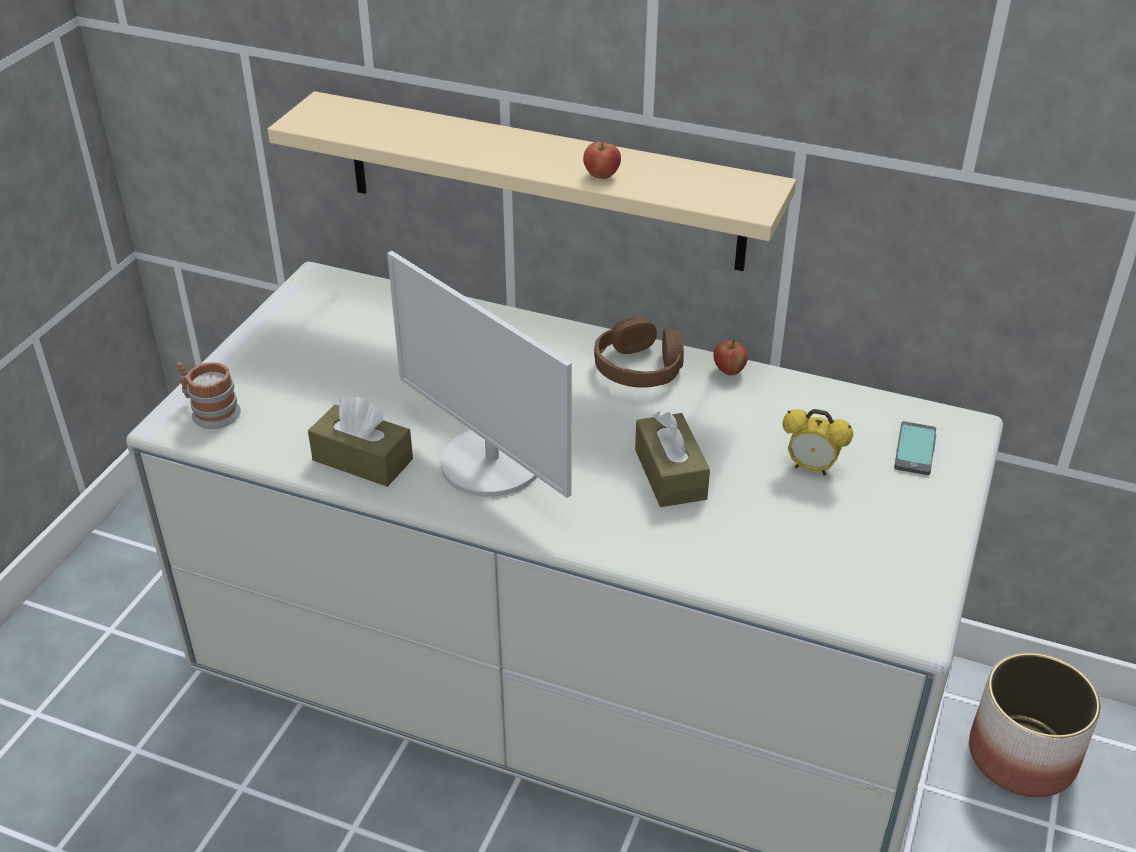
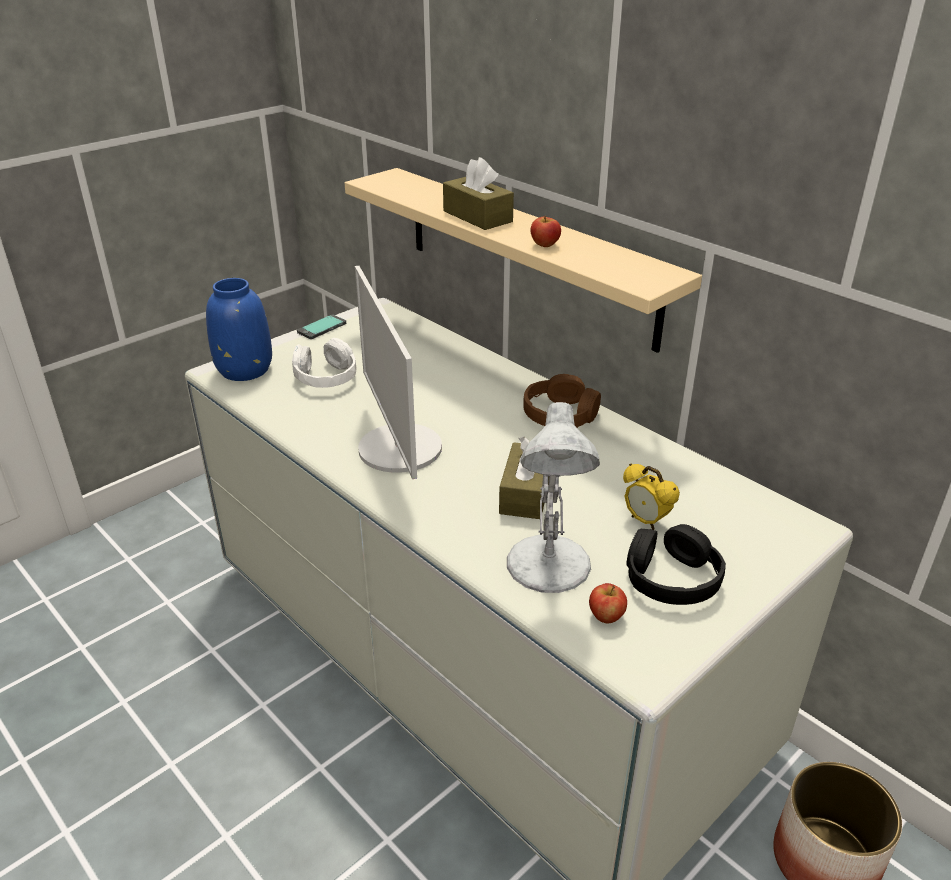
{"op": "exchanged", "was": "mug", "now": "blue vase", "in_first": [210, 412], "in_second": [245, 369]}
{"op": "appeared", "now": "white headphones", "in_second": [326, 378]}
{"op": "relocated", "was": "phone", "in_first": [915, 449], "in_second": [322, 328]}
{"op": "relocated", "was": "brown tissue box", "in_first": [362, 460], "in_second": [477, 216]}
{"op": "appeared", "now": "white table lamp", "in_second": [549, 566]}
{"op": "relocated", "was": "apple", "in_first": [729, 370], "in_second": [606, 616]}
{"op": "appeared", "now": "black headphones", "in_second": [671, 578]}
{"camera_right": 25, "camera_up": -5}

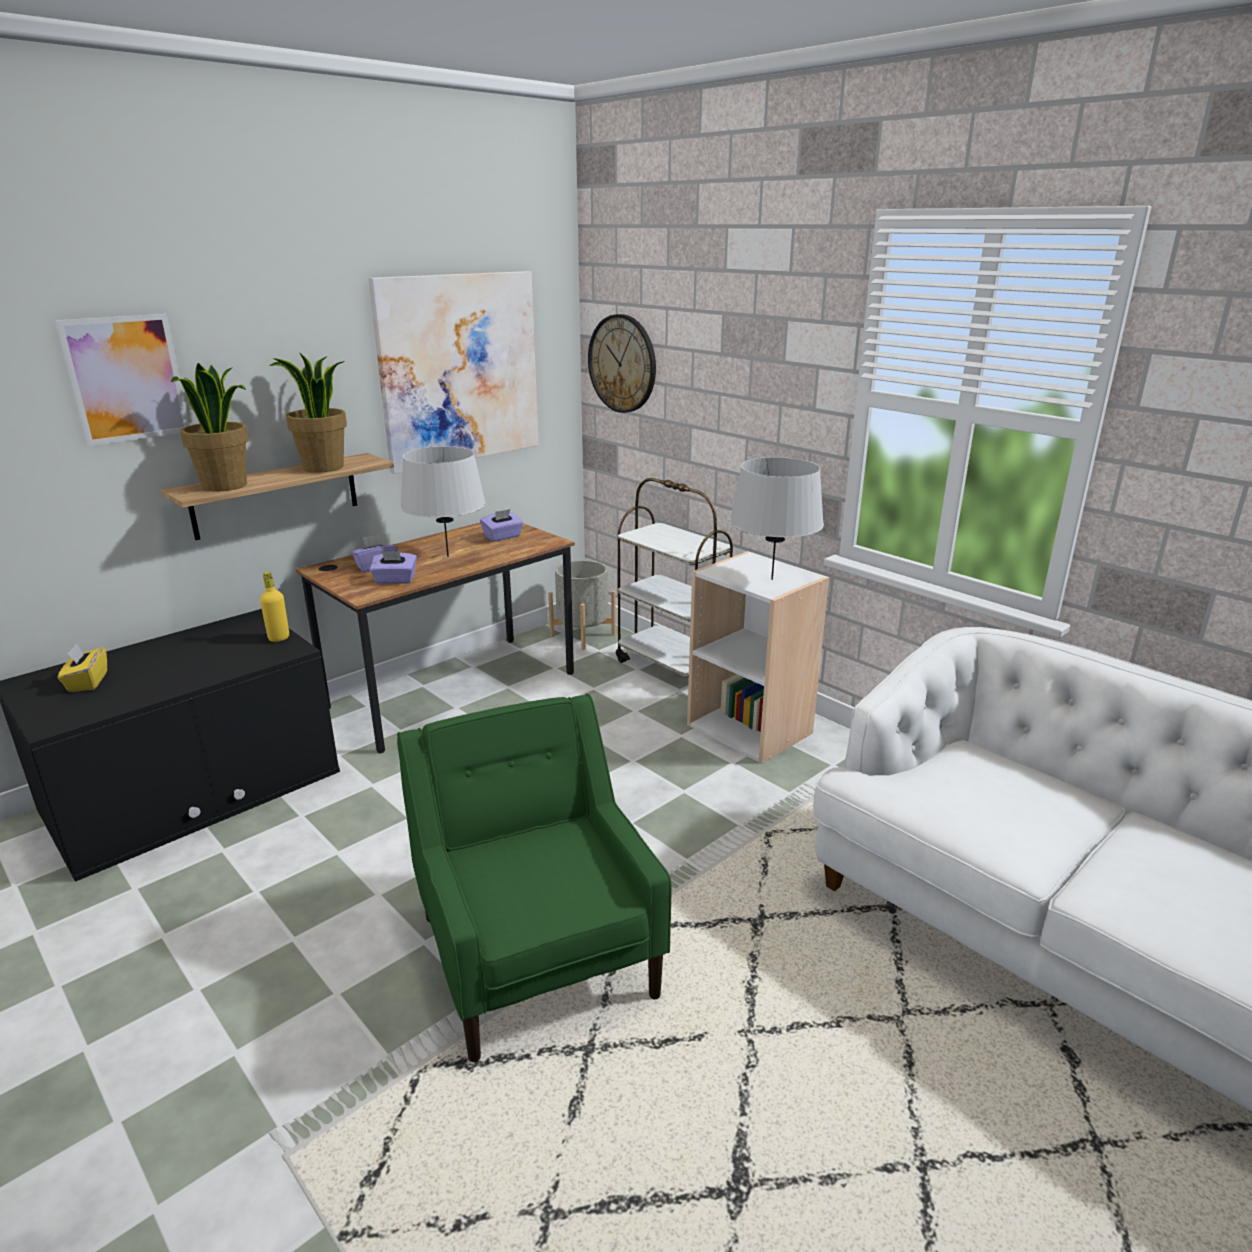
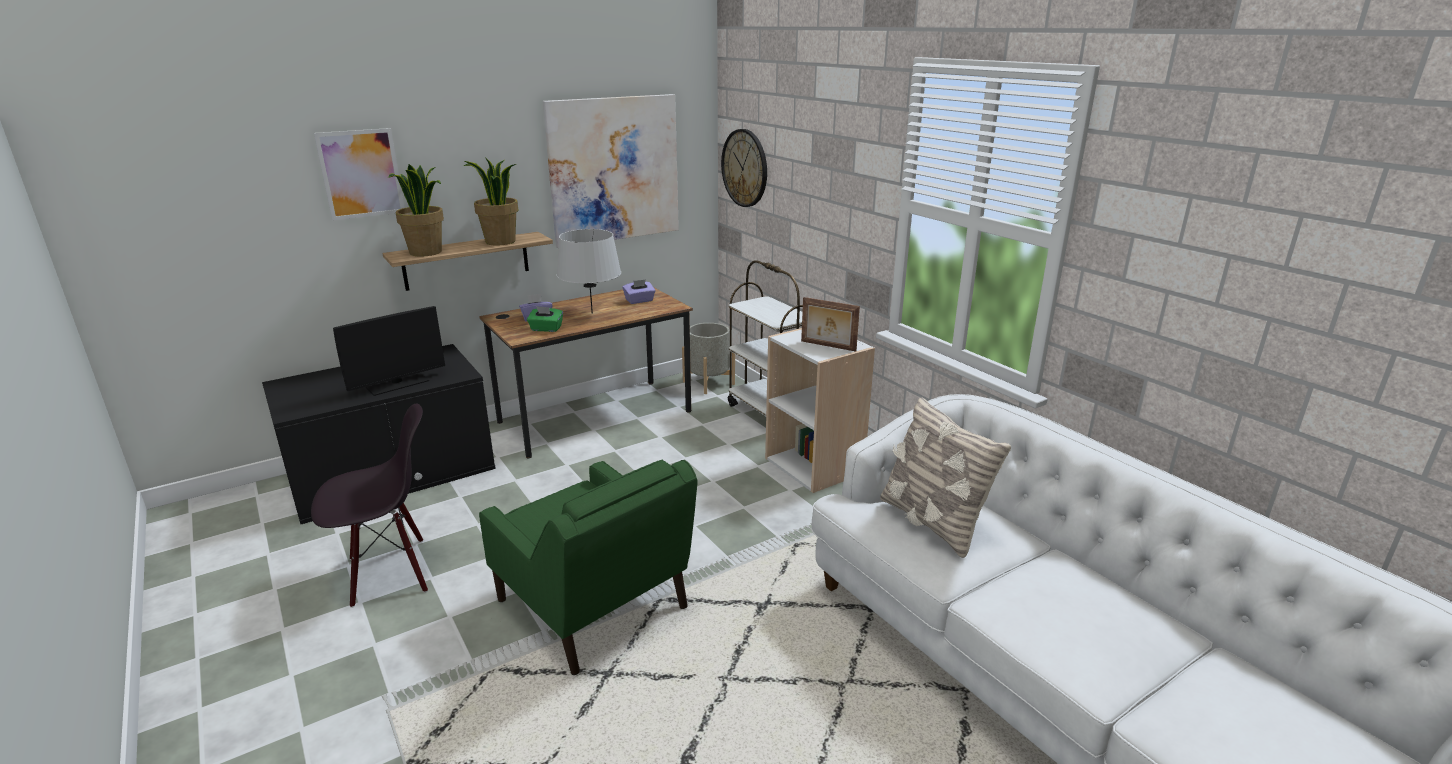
{"op": "appeared", "now": "black chair", "in_second": [389, 573]}
{"op": "appeared", "now": "monitor", "in_second": [397, 384]}
{"op": "spun", "was": "green armchair", "in_first": [536, 952], "in_second": [594, 606], "clockwise": 150}
{"op": "colour", "was": "purple tissue box", "now": "green tissue box", "in_first": [395, 580], "in_second": [546, 329]}
{"op": "exchanged", "was": "grey table lamp", "now": "picture frame", "in_first": [772, 579], "in_second": [828, 346]}
{"op": "appeared", "now": "beige pillow", "in_second": [931, 523]}
{"op": "missing", "was": "yellow tissue box", "in_first": [87, 682]}
{"op": "missing", "was": "yellow bottle", "in_first": [279, 638]}
{"camera_right": 10, "camera_up": 0}

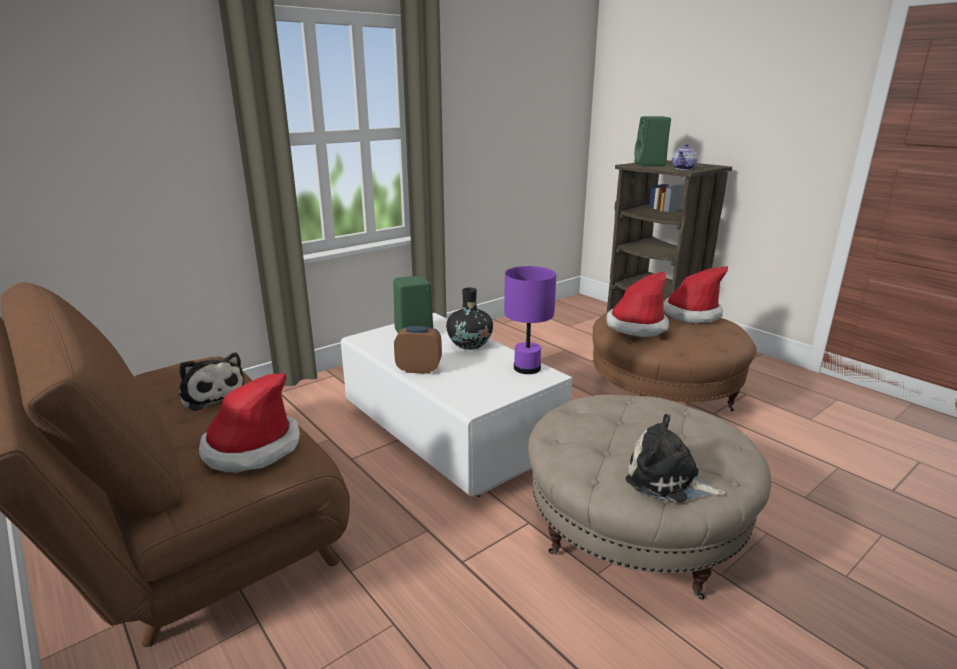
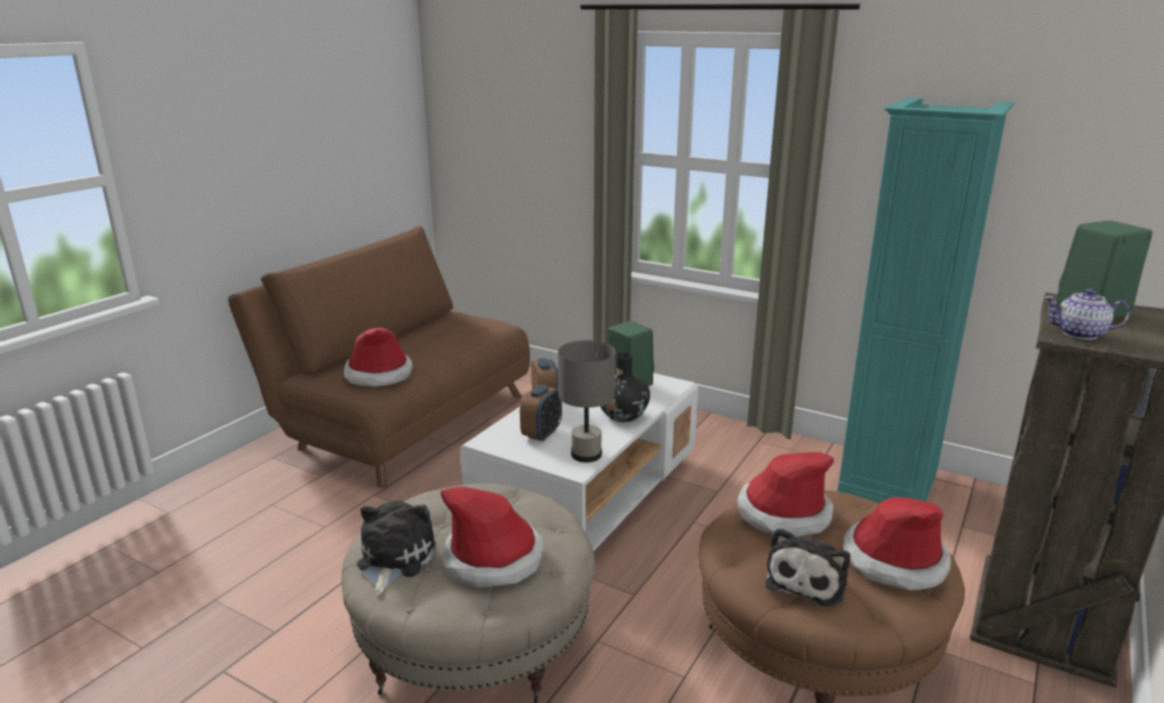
{"op": "appeared", "now": "hat", "in_second": [493, 559]}
{"op": "appeared", "now": "alarm clock", "in_second": [542, 433]}
{"op": "colour", "was": "purple table lamp", "now": "grey table lamp", "in_first": [527, 368], "in_second": [585, 455]}
{"op": "relocated", "was": "plush toy", "in_first": [211, 394], "in_second": [807, 580]}
{"op": "appeared", "now": "turquoise cabinet", "in_second": [888, 485]}
{"camera_right": 70, "camera_up": 0}

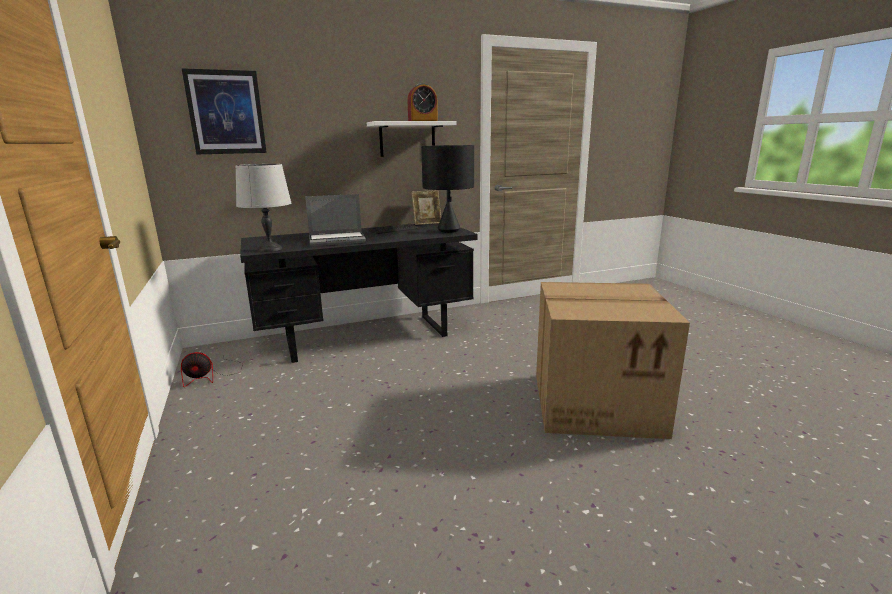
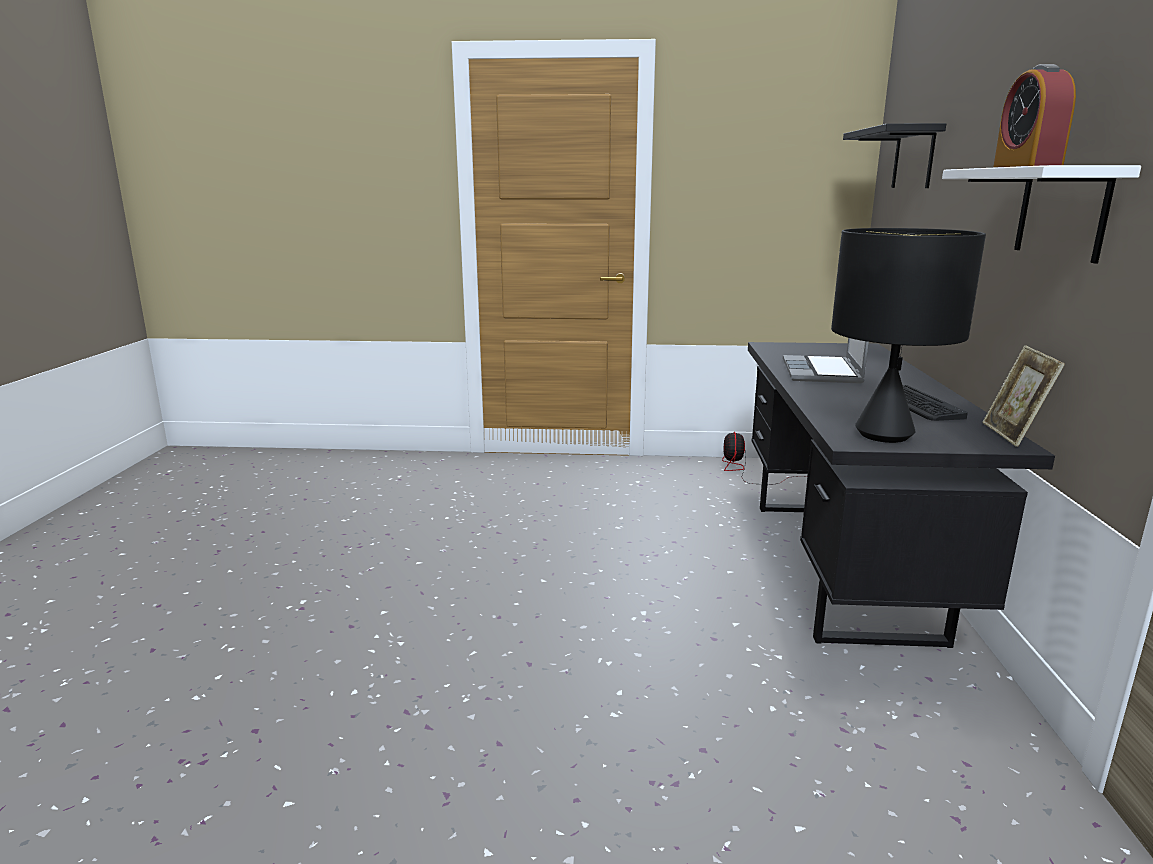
{"op": "exchanged", "was": "picture", "now": "black shelf", "in_first": [226, 112], "in_second": [913, 158]}
{"op": "missing", "was": "grey table lamp", "in_first": [269, 249]}
{"op": "missing", "was": "cardboard box", "in_first": [597, 402]}
{"camera_right": 115, "camera_up": 0}

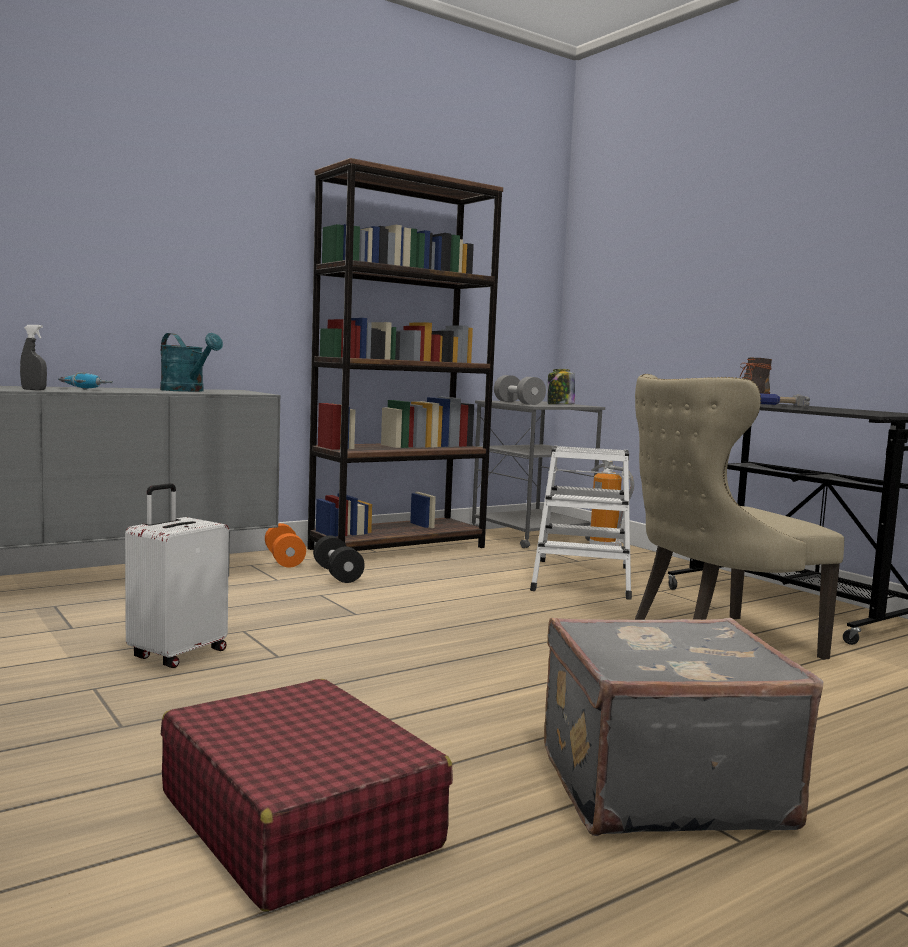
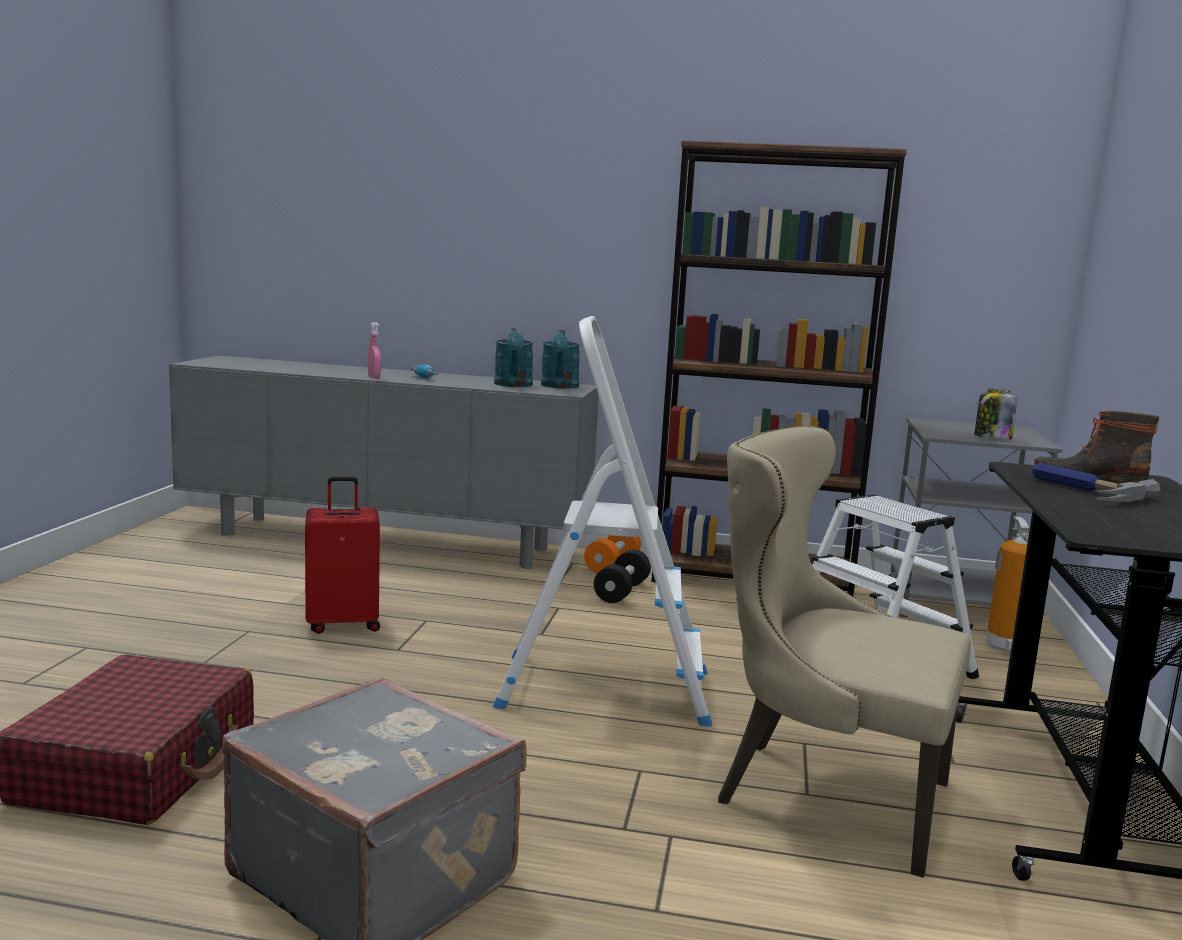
{"op": "colour", "was": "white suitcase", "now": "red suitcase", "in_first": [177, 654], "in_second": [343, 624]}
{"op": "colour", "was": "grey spray bottle", "now": "pink spray bottle", "in_first": [33, 389], "in_second": [374, 377]}
{"op": "appeared", "now": "white step ladder", "in_second": [608, 689]}
{"op": "appeared", "now": "turquoise watering can", "in_second": [560, 386]}
{"op": "missing", "was": "grey dumbbell", "in_first": [518, 403]}
{"camera_right": 45, "camera_up": 5}

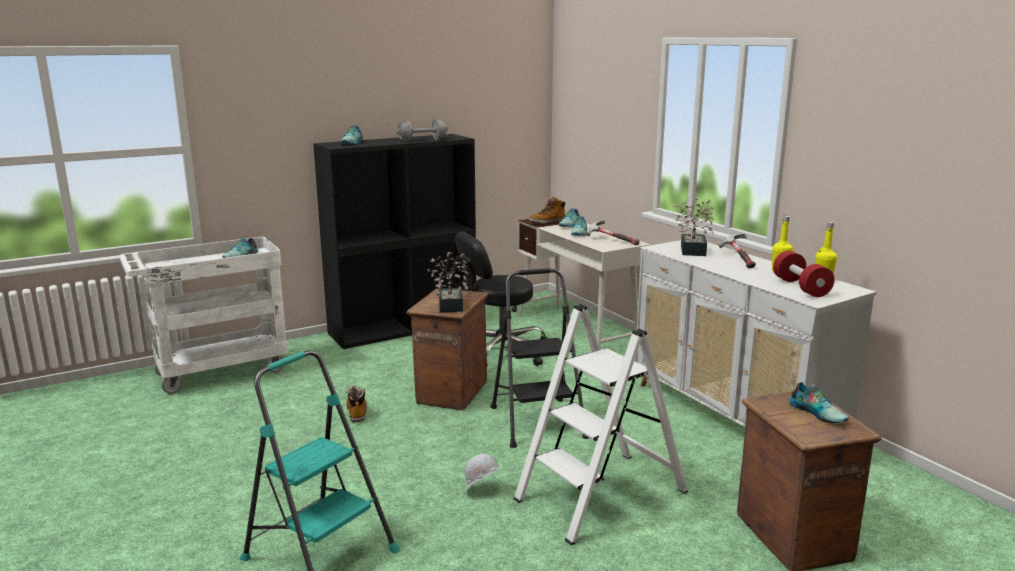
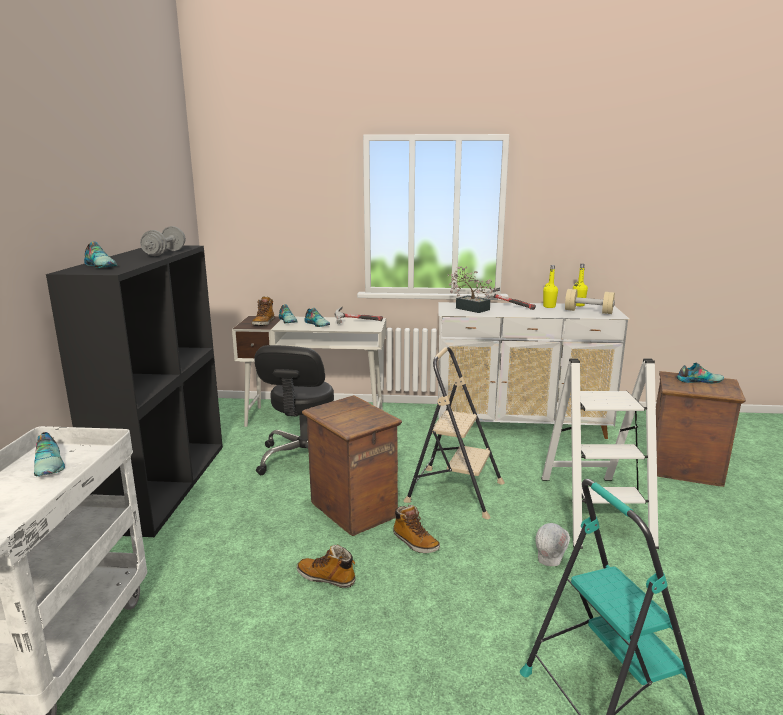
{"op": "appeared", "now": "boot", "in_second": [415, 543]}
{"op": "colour", "was": "black step ladder", "now": "beige step ladder", "in_first": [537, 419], "in_second": [452, 490]}
{"op": "colour", "was": "red dumbbell", "now": "beige dumbbell", "in_first": [801, 287], "in_second": [588, 311]}
{"op": "missing", "was": "potted plant", "in_first": [451, 304]}
{"camera_right": -55, "camera_up": 0}

